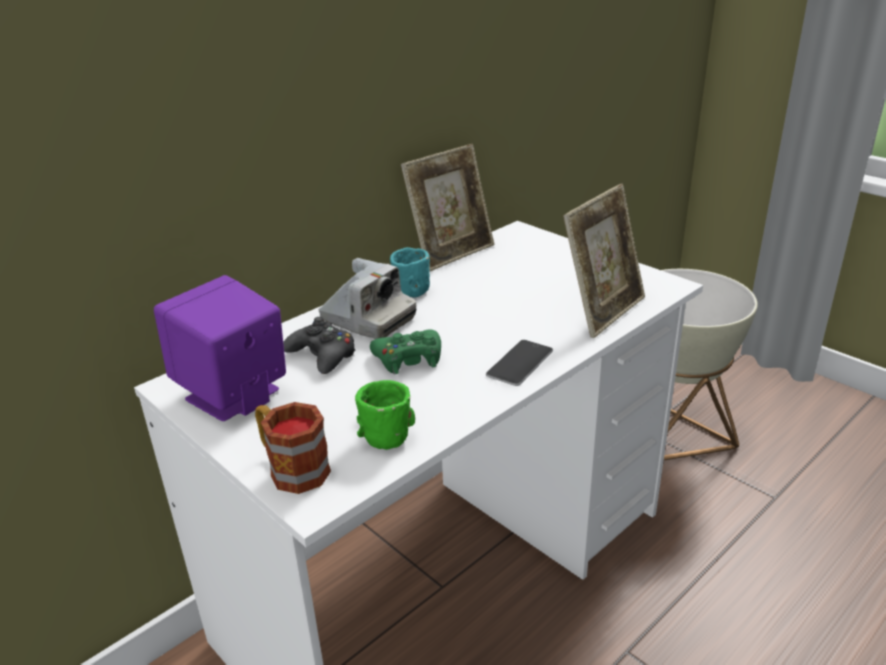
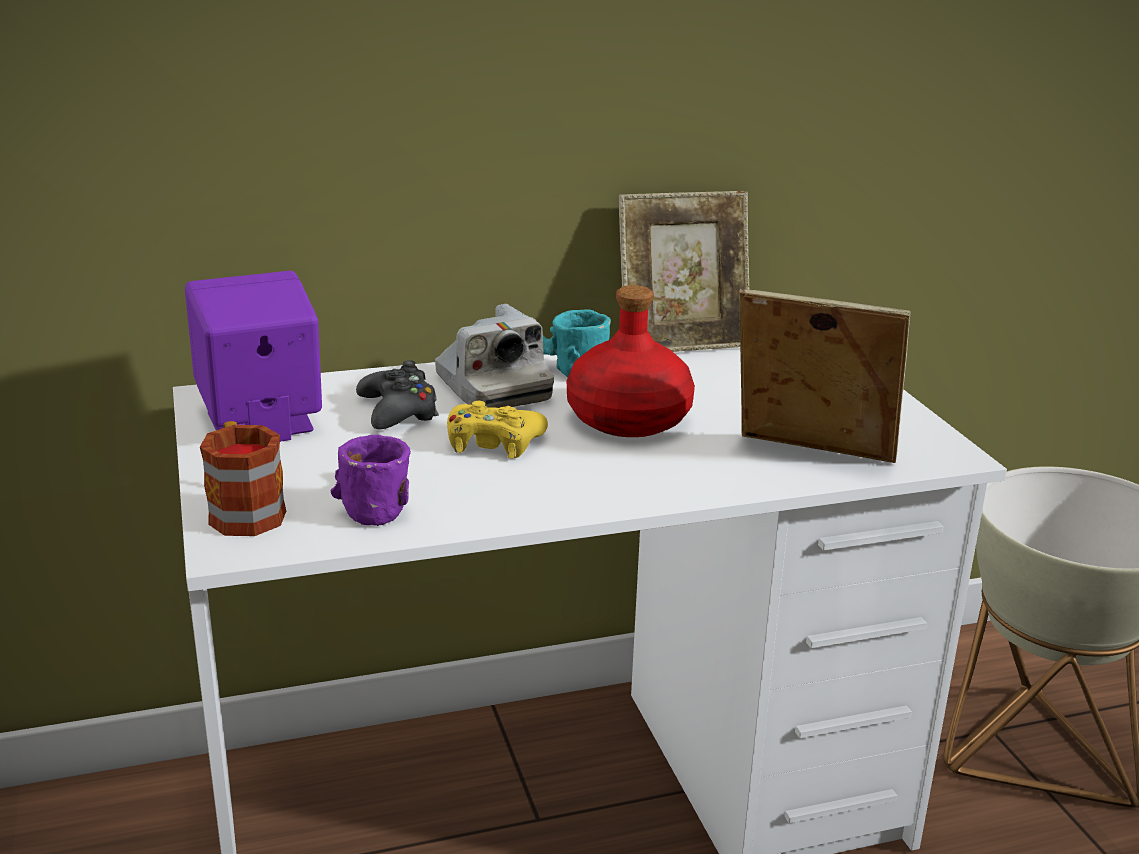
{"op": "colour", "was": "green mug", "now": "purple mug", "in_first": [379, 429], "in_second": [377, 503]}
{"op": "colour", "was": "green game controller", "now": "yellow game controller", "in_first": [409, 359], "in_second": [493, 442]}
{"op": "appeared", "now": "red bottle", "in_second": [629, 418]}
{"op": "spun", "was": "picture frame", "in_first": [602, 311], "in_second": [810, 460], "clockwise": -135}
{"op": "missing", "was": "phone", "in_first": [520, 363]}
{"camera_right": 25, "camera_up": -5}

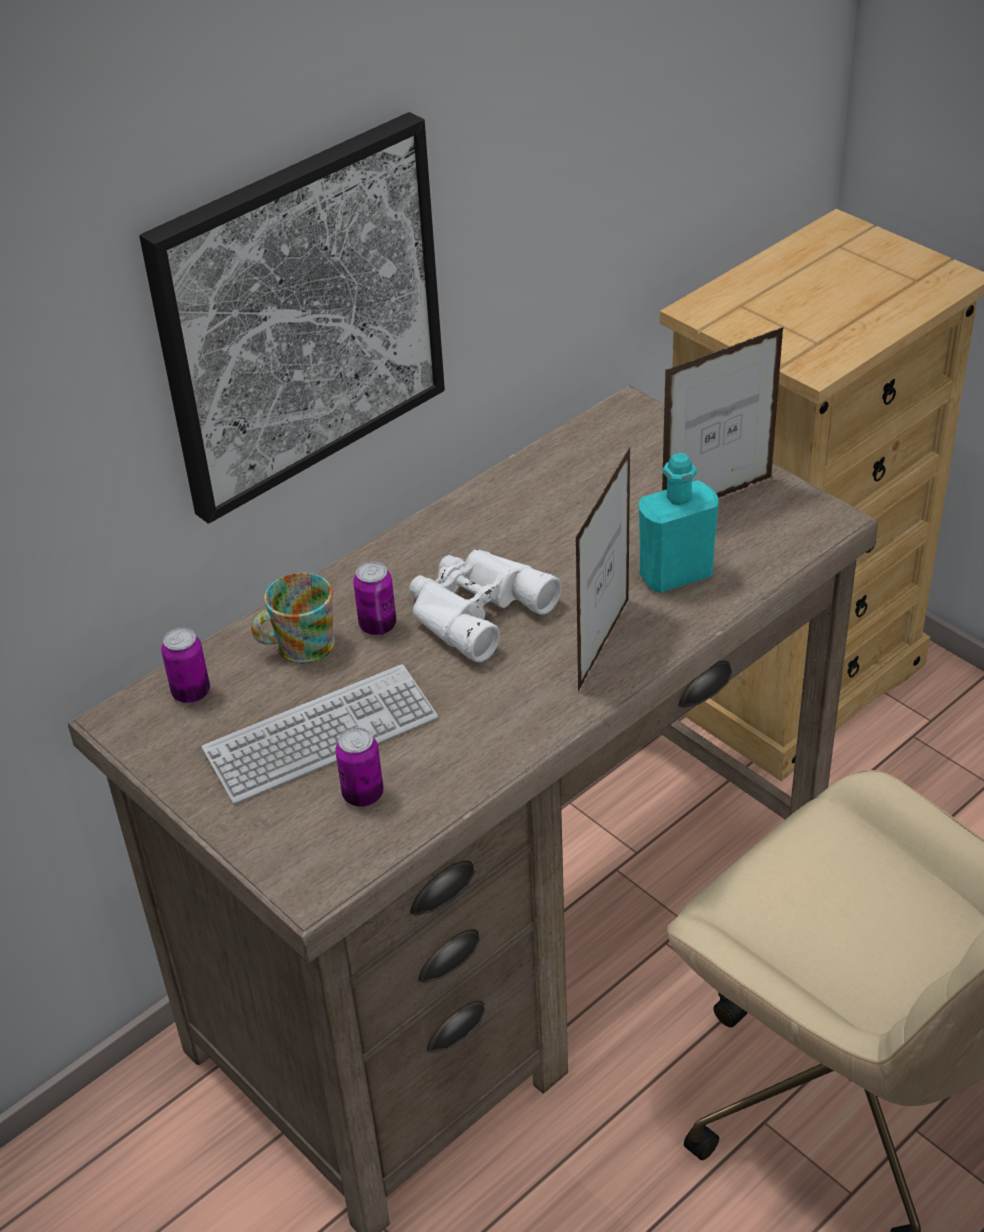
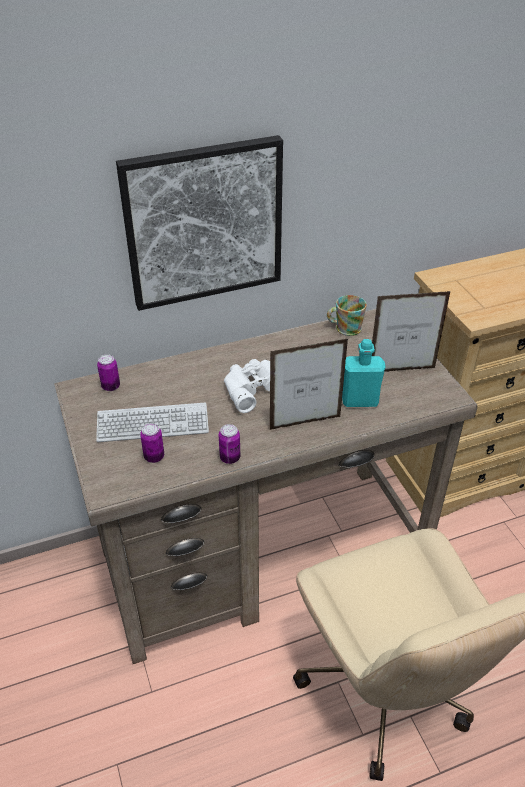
{"op": "relocated", "was": "can", "in_first": [377, 626], "in_second": [230, 458]}
{"op": "spun", "was": "picture frame", "in_first": [603, 644], "in_second": [305, 423], "clockwise": -150}
{"op": "relocated", "was": "mug", "in_first": [297, 647], "in_second": [344, 328]}
{"camera_right": 20, "camera_up": 0}

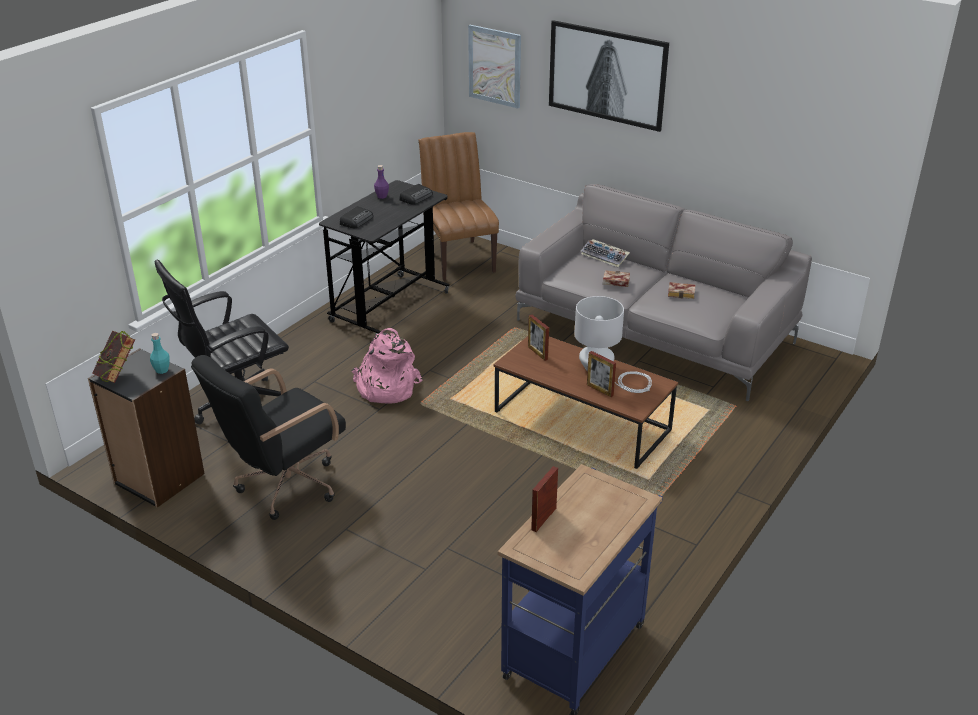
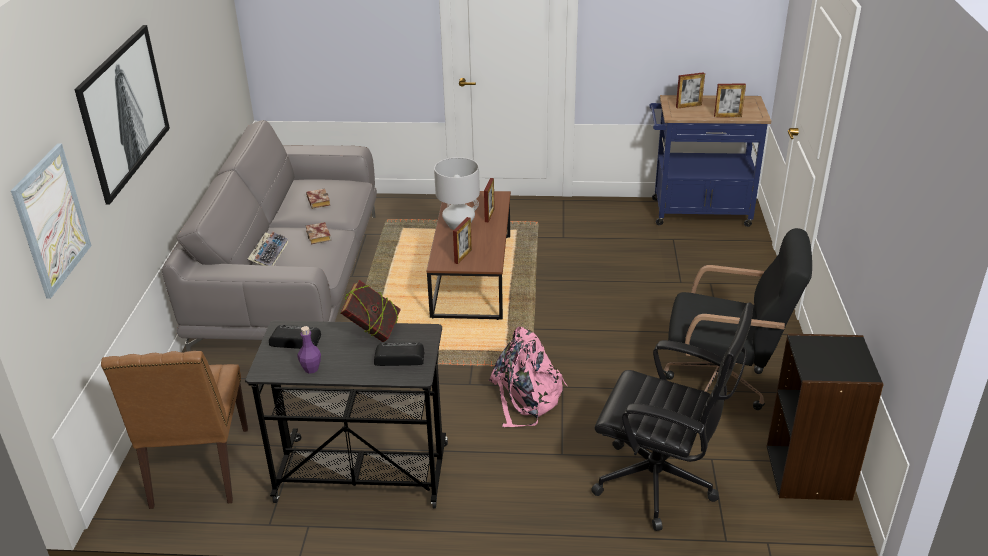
{"op": "spun", "was": "brown chair", "in_first": [459, 260], "in_second": [200, 466], "clockwise": -45}
{"op": "relocated", "was": "book", "in_first": [118, 376], "in_second": [373, 332]}
{"op": "appeared", "now": "picture frame", "in_second": [688, 106]}
{"op": "missing", "was": "turquoise bottle", "in_first": [162, 370]}
{"camera_right": -120, "camera_up": 0}

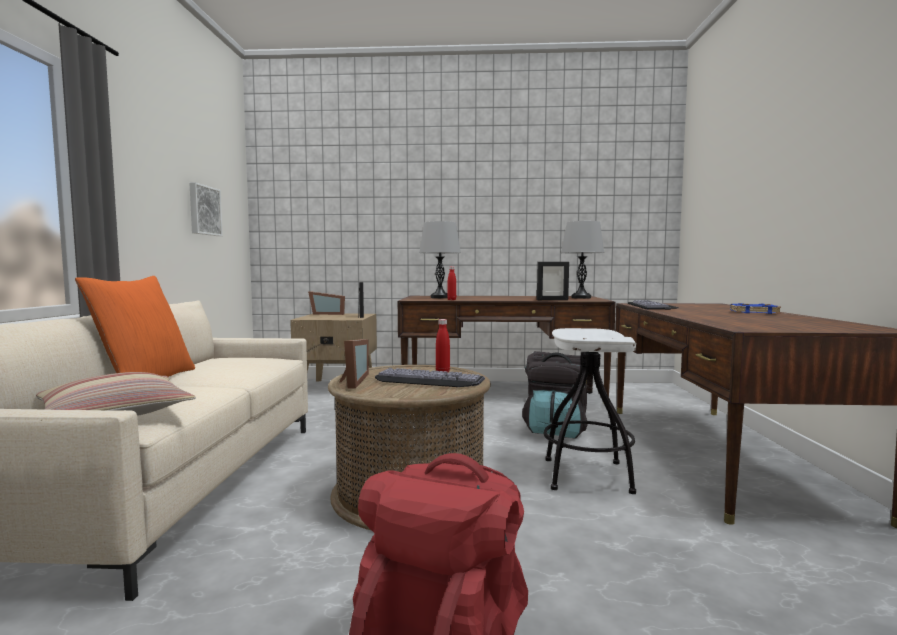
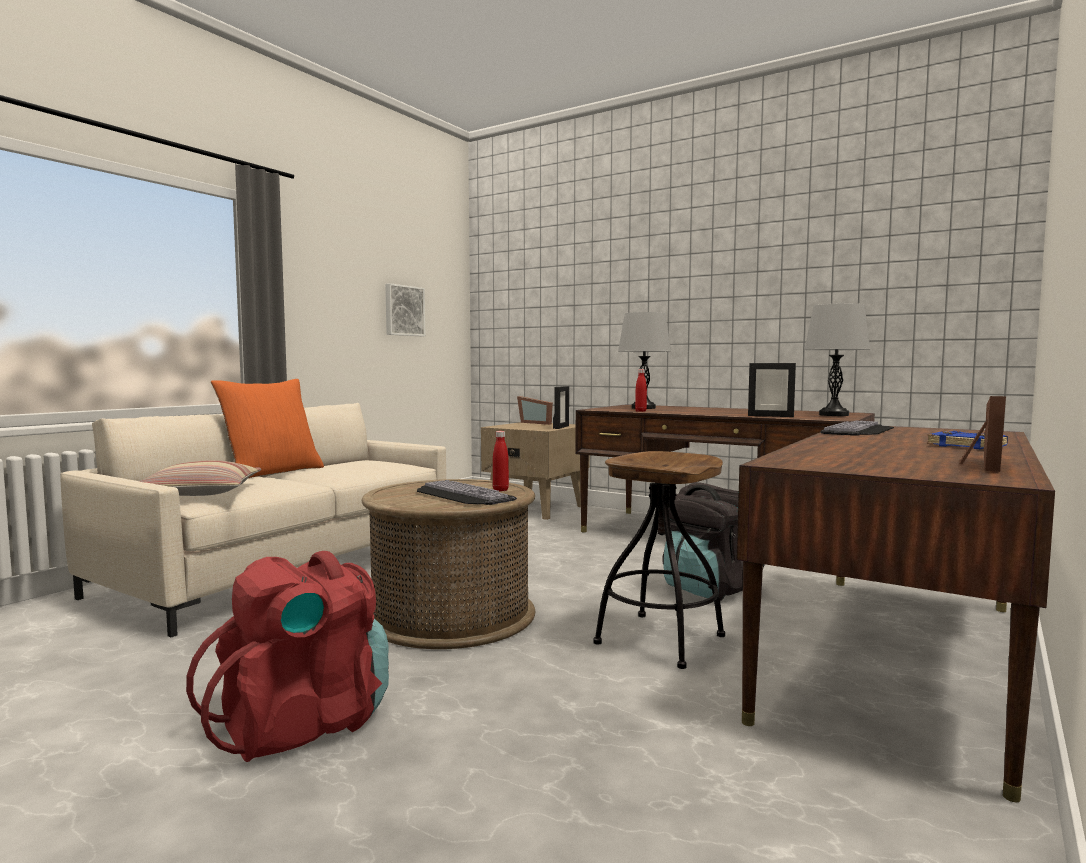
{"op": "colour", "was": "white stool", "now": "brown stool", "in_first": [587, 475], "in_second": [660, 639]}
{"op": "relocated", "was": "picture frame", "in_first": [351, 381], "in_second": [978, 464]}
{"camera_right": 30, "camera_up": 0}

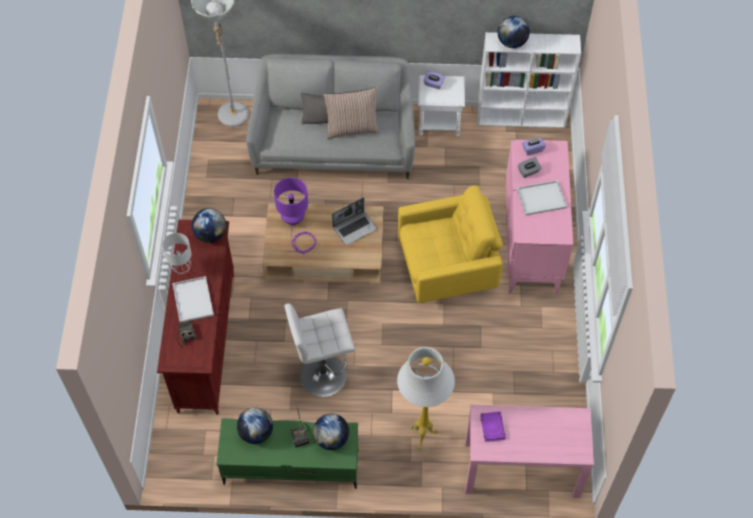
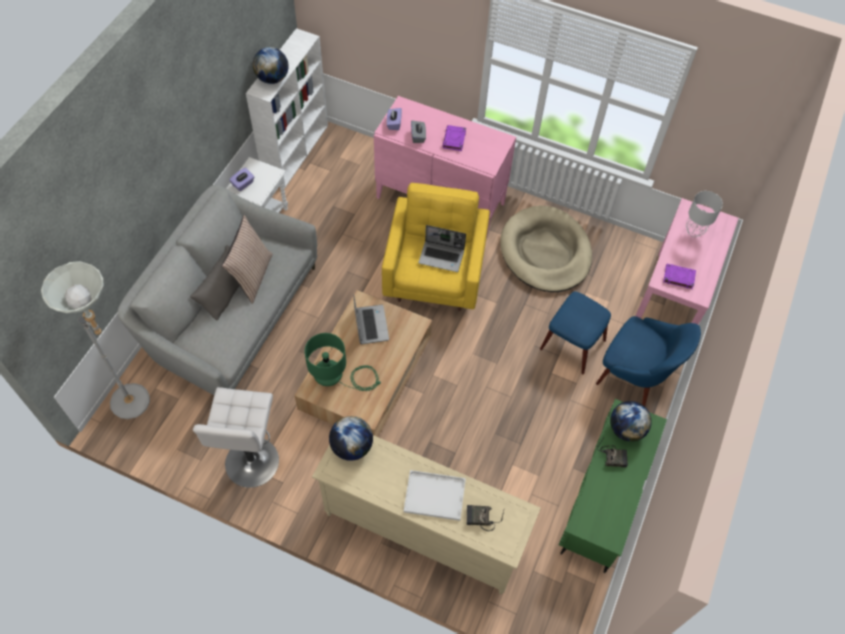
{"op": "relocated", "was": "white stool", "in_first": [322, 375], "in_second": [251, 462]}
{"op": "colour", "was": "purple table lamp", "now": "green table lamp", "in_first": [297, 227], "in_second": [342, 378]}
{"op": "colour", "was": "red dresser", "now": "beige dresser", "in_first": [206, 342], "in_second": [422, 533]}
{"op": "appeared", "now": "laptop", "in_second": [442, 257]}
{"op": "exchanged", "was": "white tray", "now": "purple book", "in_first": [540, 199], "in_second": [454, 140]}
{"op": "appeared", "now": "beige dog bed", "in_second": [545, 252]}
{"op": "exchanged", "was": "white floor lamp", "now": "blue armchair", "in_first": [421, 436], "in_second": [610, 367]}
{"op": "relocated", "was": "grey table lamp", "in_first": [182, 268], "in_second": [694, 231]}
{"op": "missing", "was": "globe", "in_first": [256, 433]}
{"camera_right": -70, "camera_up": 0}

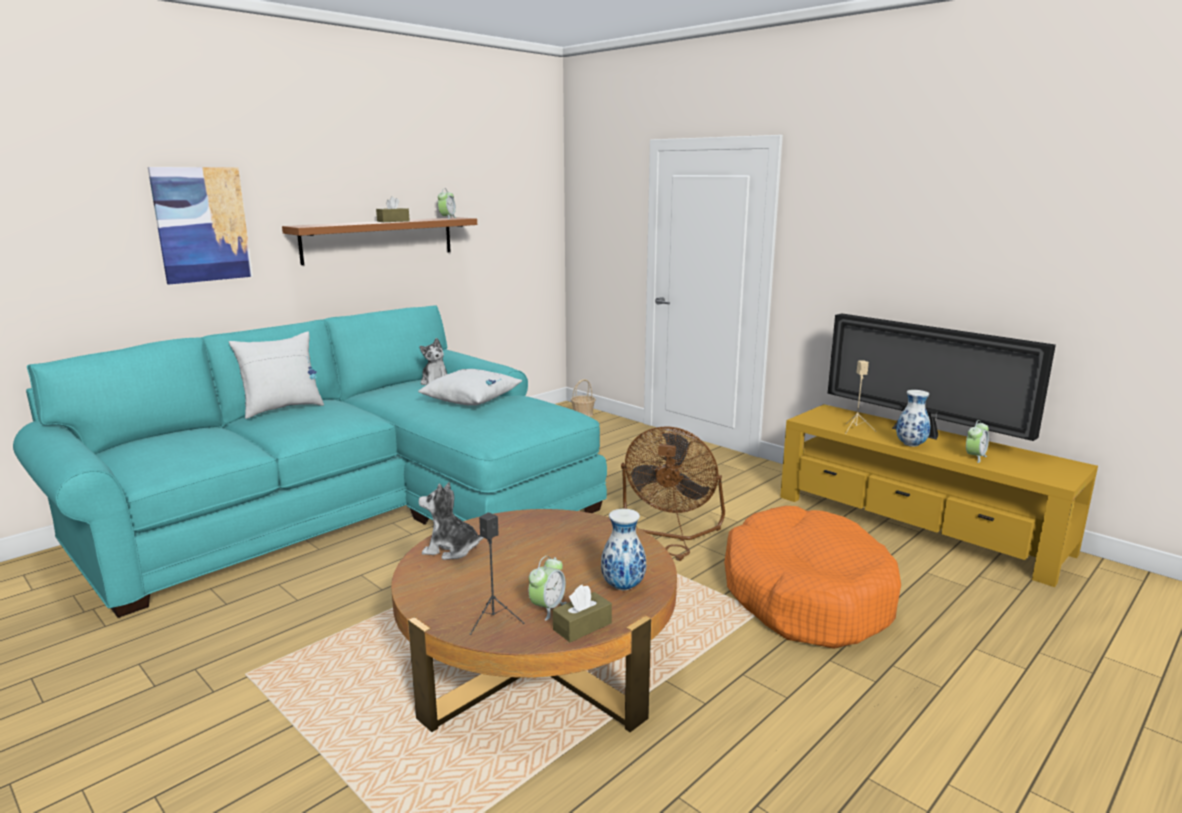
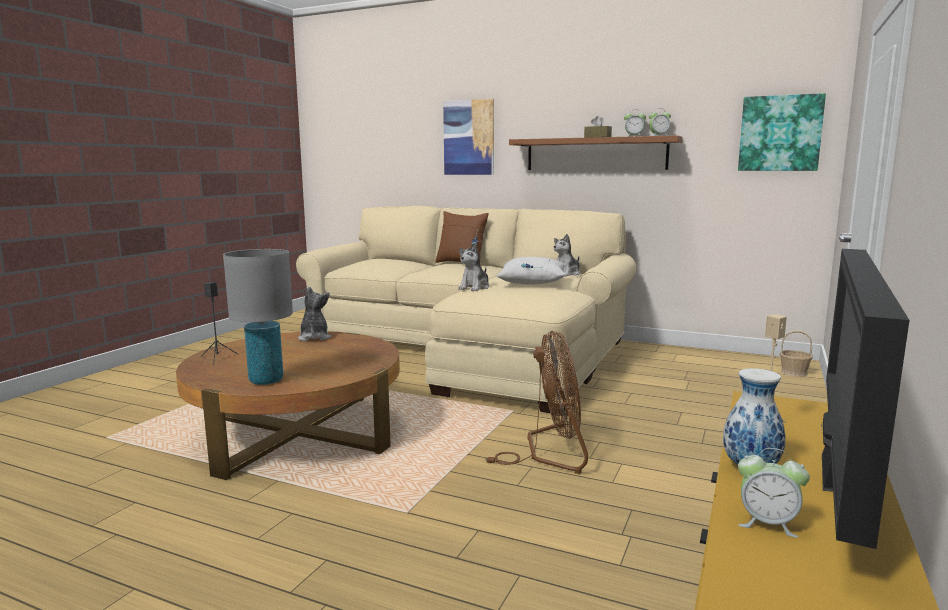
{"op": "exchanged", "was": "vase", "now": "grey table lamp", "in_first": [622, 587], "in_second": [266, 380]}
{"op": "colour", "was": "turquoise sofa", "now": "beige sofa", "in_first": [355, 509], "in_second": [474, 348]}
{"op": "colour", "was": "grey pillow", "now": "brown pillow", "in_first": [282, 409], "in_second": [461, 264]}
{"op": "appeared", "now": "plush toy", "in_second": [474, 288]}
{"op": "relocated", "was": "alarm clock", "in_first": [547, 608], "in_second": [634, 137]}
{"op": "appeared", "now": "picture", "in_second": [780, 133]}
{"op": "missing", "was": "brown tissue box", "in_first": [582, 626]}
{"op": "missing", "was": "orange dog bed", "in_first": [806, 595]}
{"camera_right": 70, "camera_up": -5}

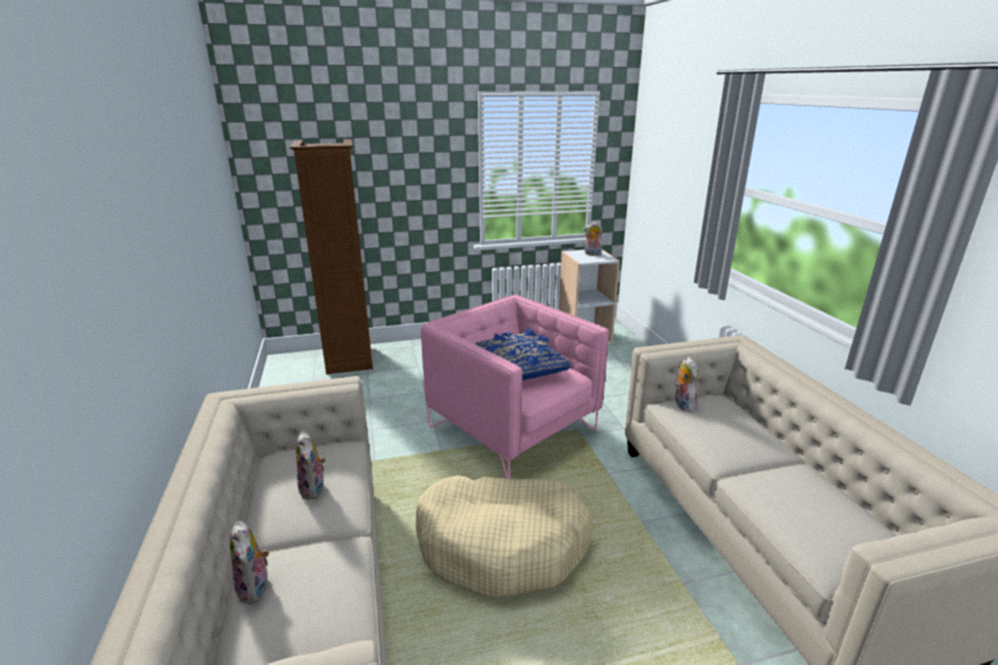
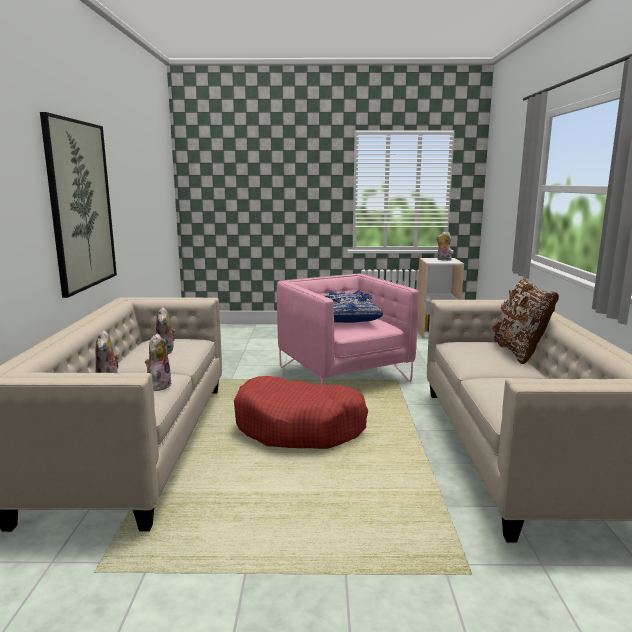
{"op": "appeared", "now": "picture", "in_second": [81, 205]}
{"op": "relocated", "was": "plush toy", "in_first": [682, 404], "in_second": [159, 385]}
{"op": "colour", "was": "beige dog bed", "now": "red dog bed", "in_first": [503, 544], "in_second": [300, 427]}
{"op": "appeared", "now": "brown pillow", "in_second": [517, 352]}
{"op": "missing", "was": "brown cabinet", "in_first": [350, 359]}
{"camera_right": 15, "camera_up": -10}

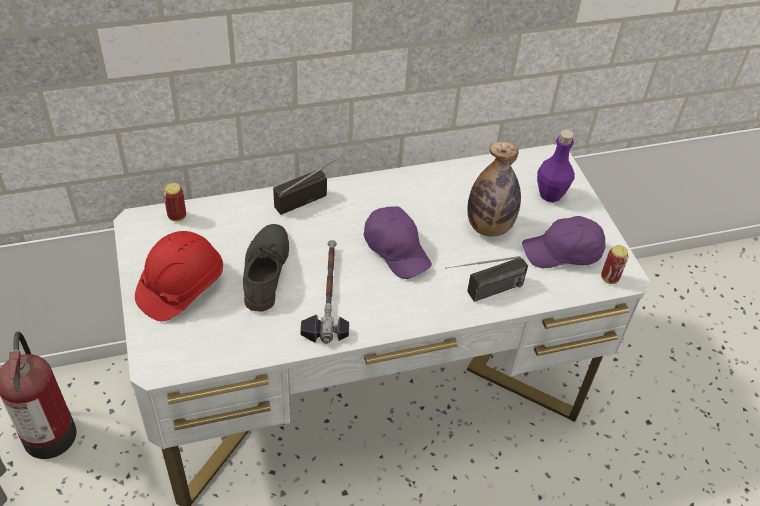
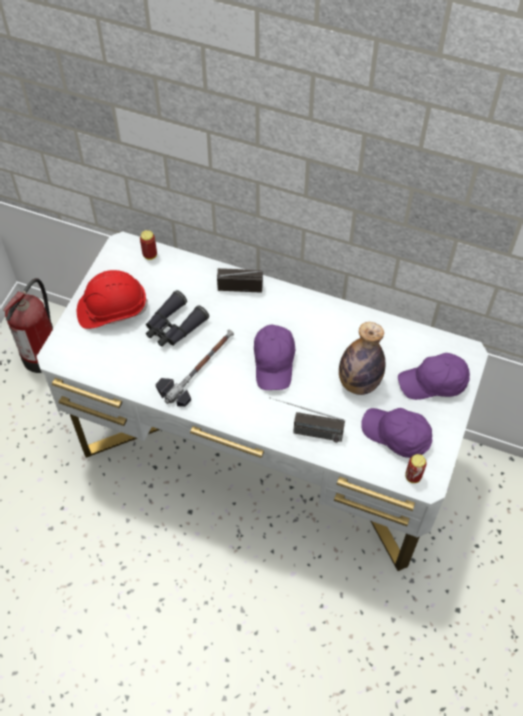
{"op": "exchanged", "was": "grey shoe", "now": "black binoculars", "in_first": [265, 269], "in_second": [174, 326]}
{"op": "exchanged", "was": "purple bottle", "now": "purple cap", "in_first": [550, 194], "in_second": [433, 383]}
{"camera_right": 40, "camera_up": 10}

